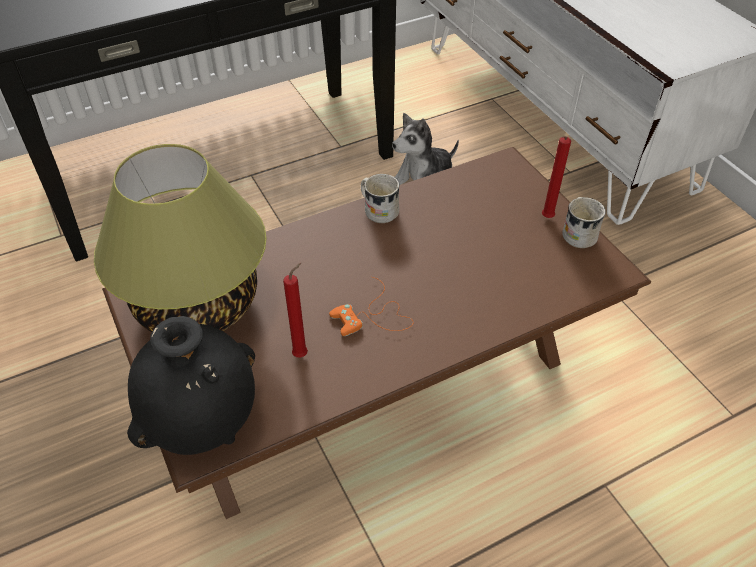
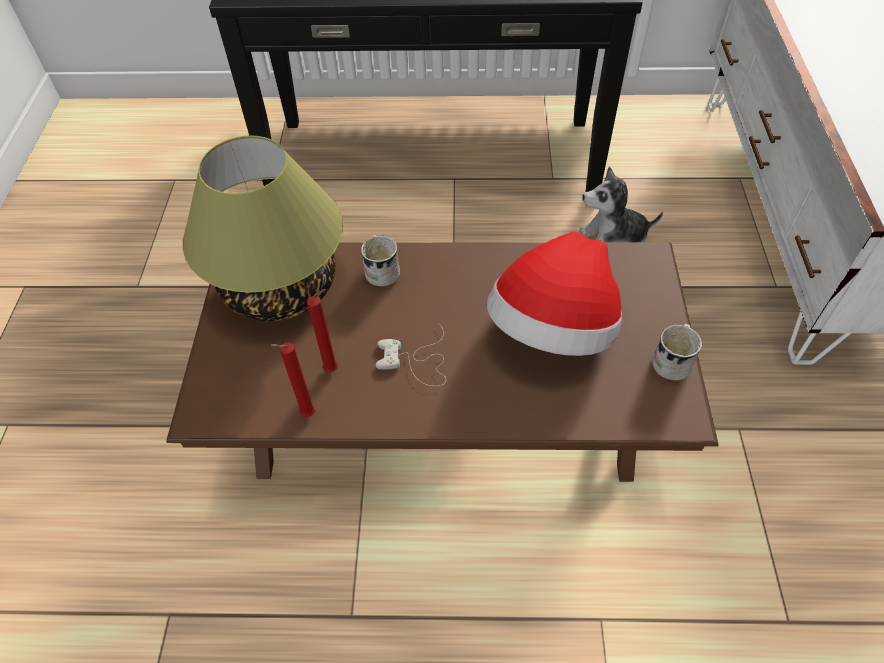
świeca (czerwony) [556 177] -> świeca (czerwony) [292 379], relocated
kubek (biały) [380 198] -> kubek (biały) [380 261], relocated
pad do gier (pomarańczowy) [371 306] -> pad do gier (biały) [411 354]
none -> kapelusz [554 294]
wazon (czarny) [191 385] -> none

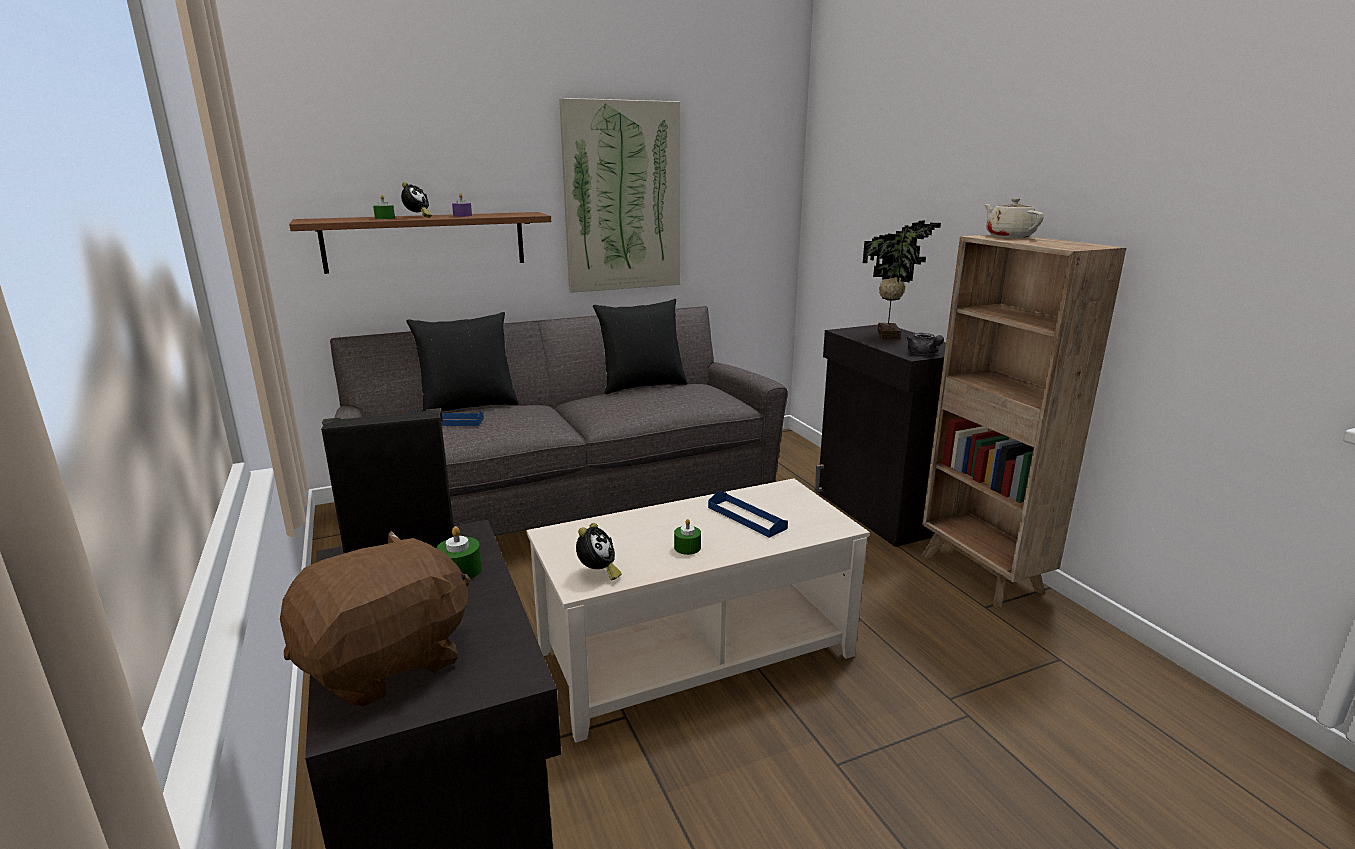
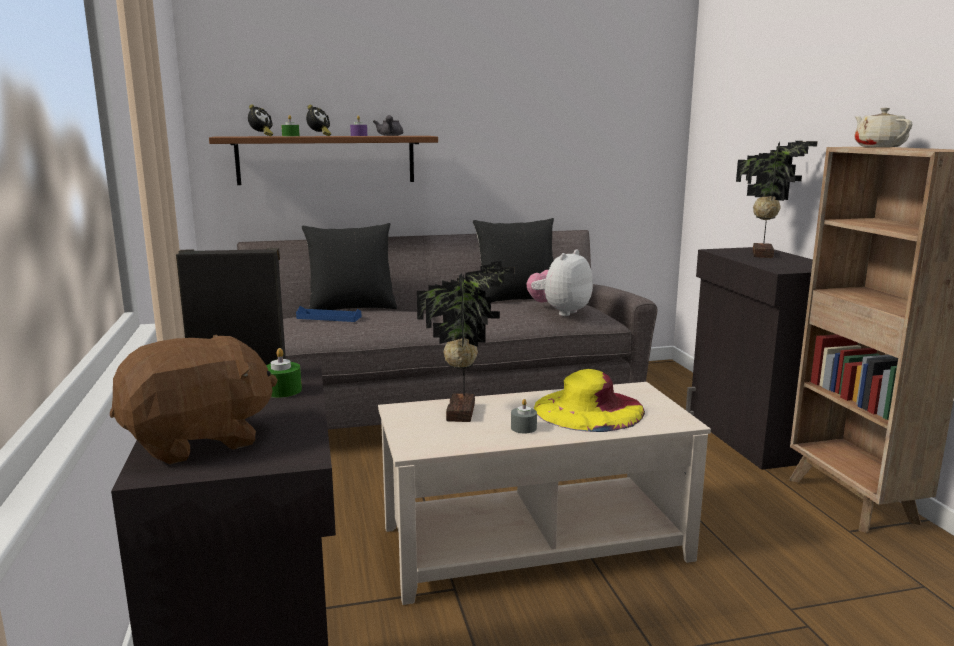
budzik [599 552] -> budzik [260 120], relocated
imbryk (szary) [925 344] -> imbryk (szary) [388 125], relocated
none -> roślina doniczkowa [466 341]
świeca (zielony) [687 537] -> świeca (szary) [524 416]
none -> pluszak [560 283]
taca (niebieski) [748 514] -> kapelusz (żółty) [589 400]
obraz [619 195] -> none

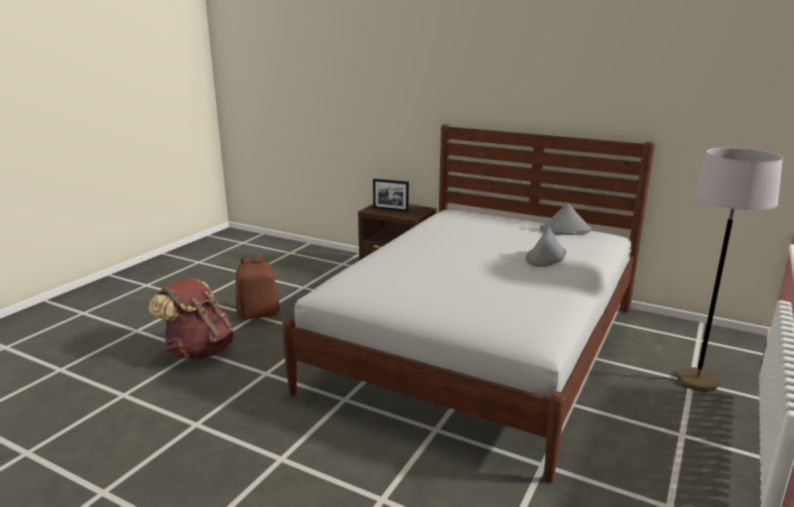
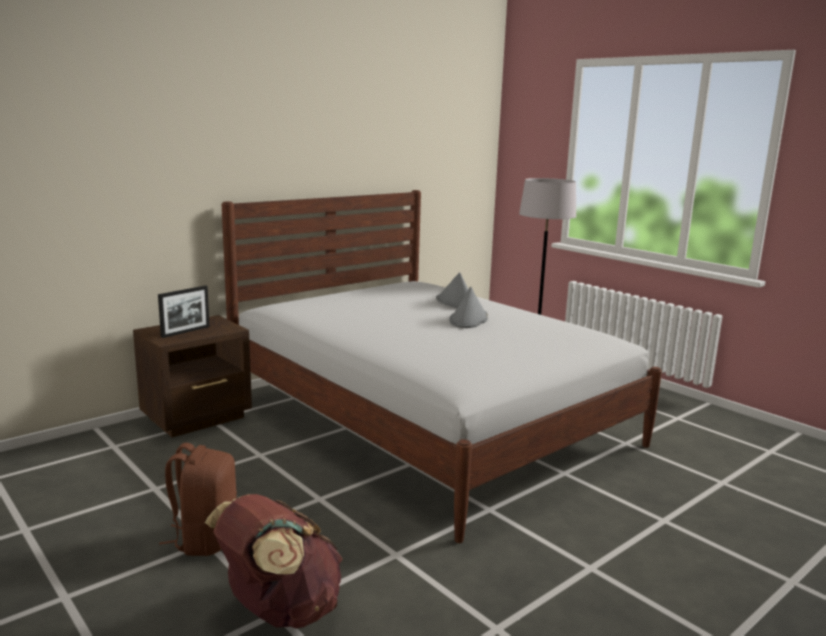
kapelusz (szary) [566 219] -> kapelusz (szary) [468 307], relocated

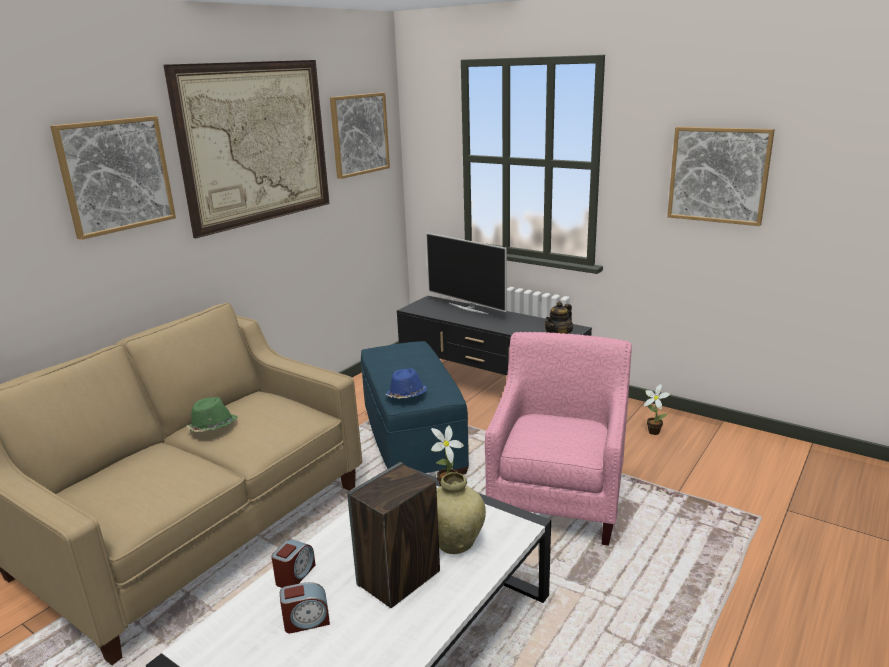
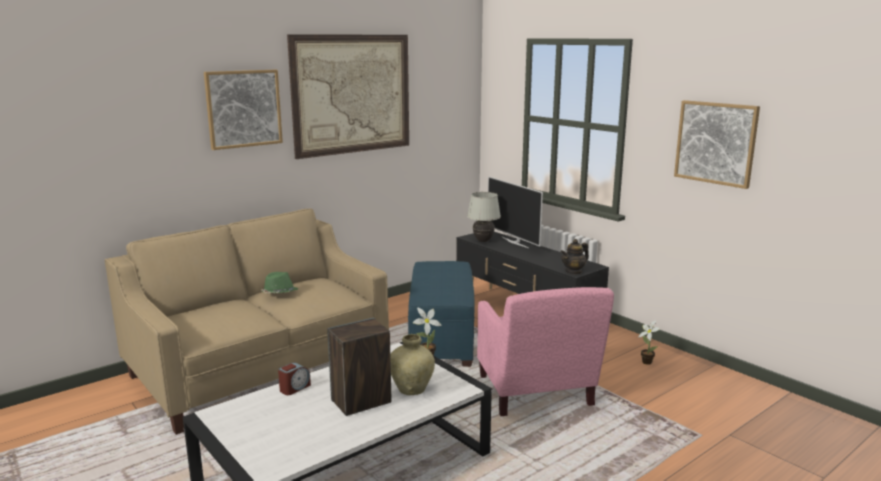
none -> lampa stołowa (biały) [484 217]
fotel (różowy) [558 439] -> fotel (różowy) [545 351], 135 degrees clockwise
budzik [305 607] -> none
obraz [360 136] -> none
kapelusz (niebieski) [406 383] -> none

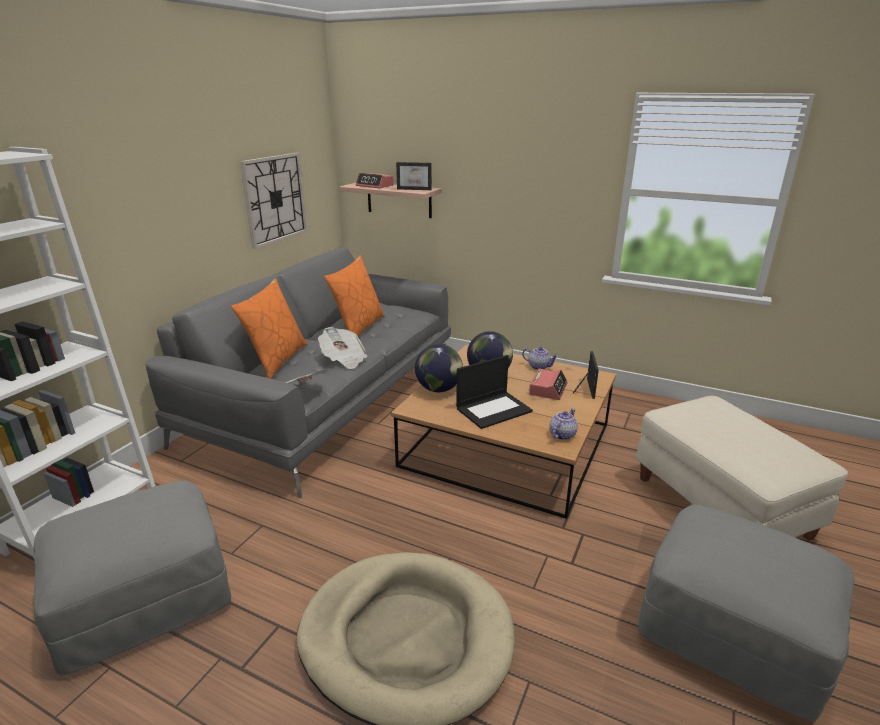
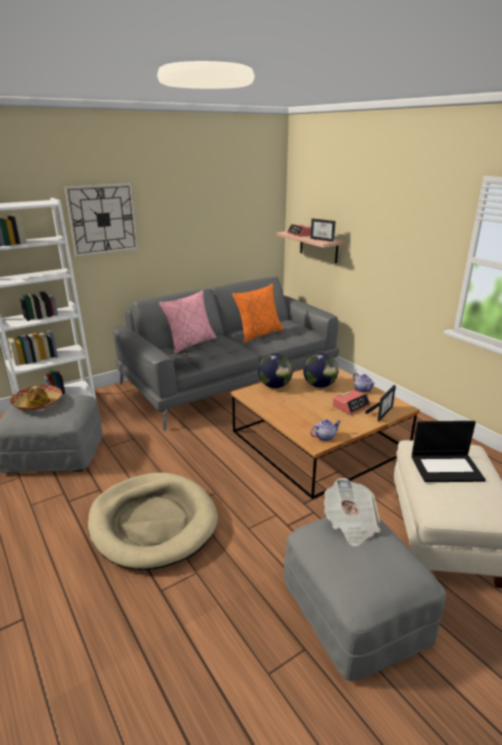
none -> kapelusz [36 398]
zegar ścienny [273 201] -> zegar ścienny [101 220], relocated
poduszka (pomarańczowy) [269 328] -> poduszka (różowy) [188 322]
gazeta [342 348] -> gazeta [352 512], relocated
laptop [494 392] -> laptop [449 451], relocated

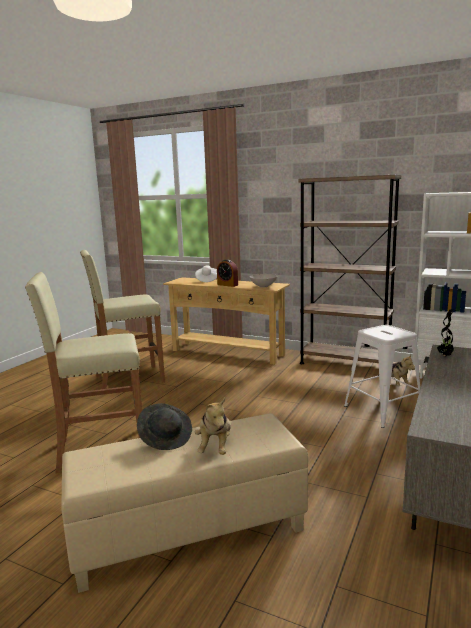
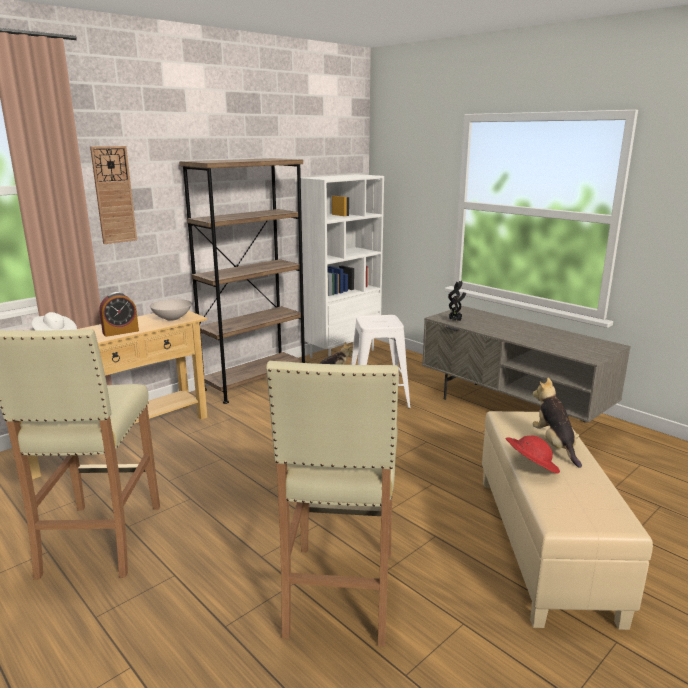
none -> zegar ścienny [113 195]
kapelusz (szary) [164 426] -> kapelusz (czerwony) [533 454]
pluszak [213 426] -> pluszak [557 422], 120 degrees counterclockwise

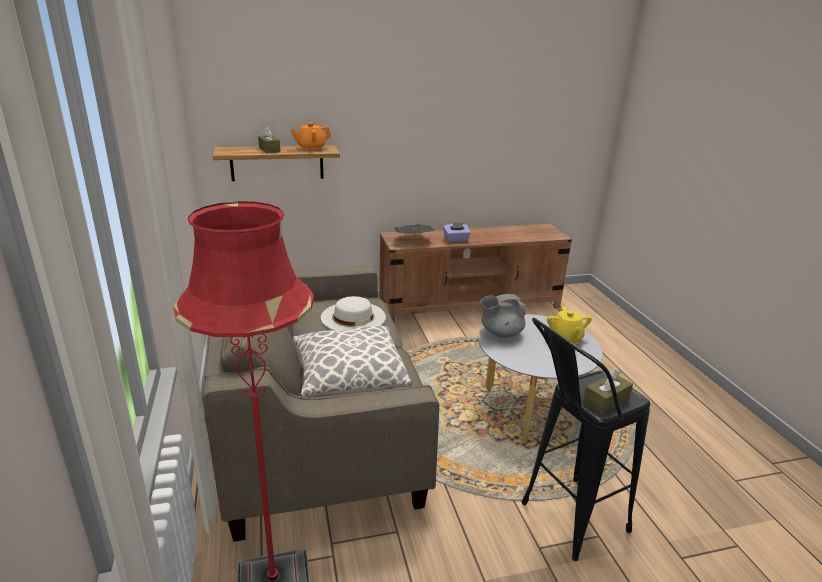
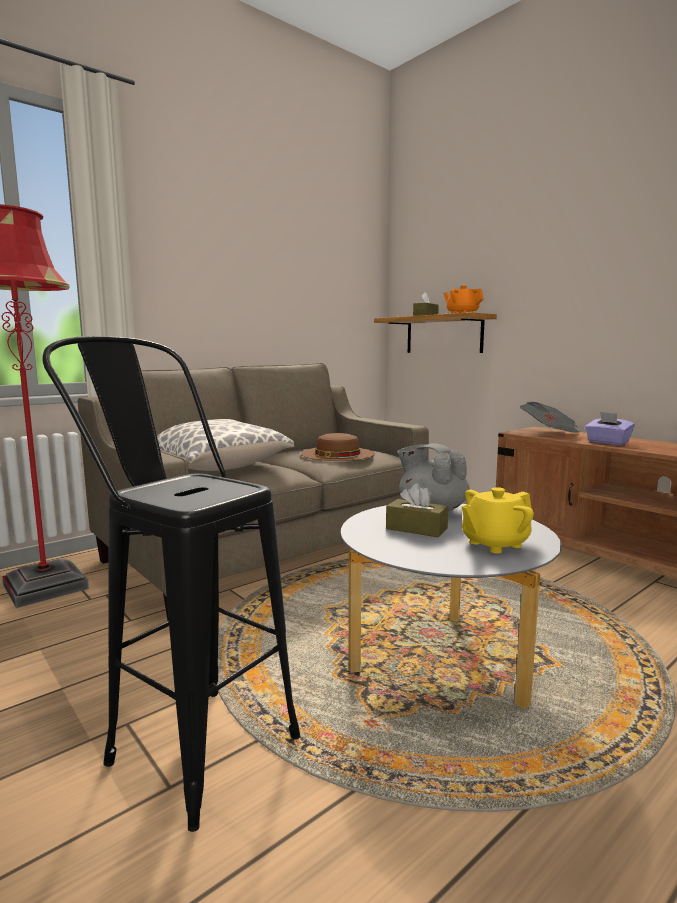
kapelusz (biały) [353 313] -> kapelusz (brązowy) [338 447]
pudełko chusteczek (brązowy) [608 392] -> pudełko chusteczek (brązowy) [417 510], relocated

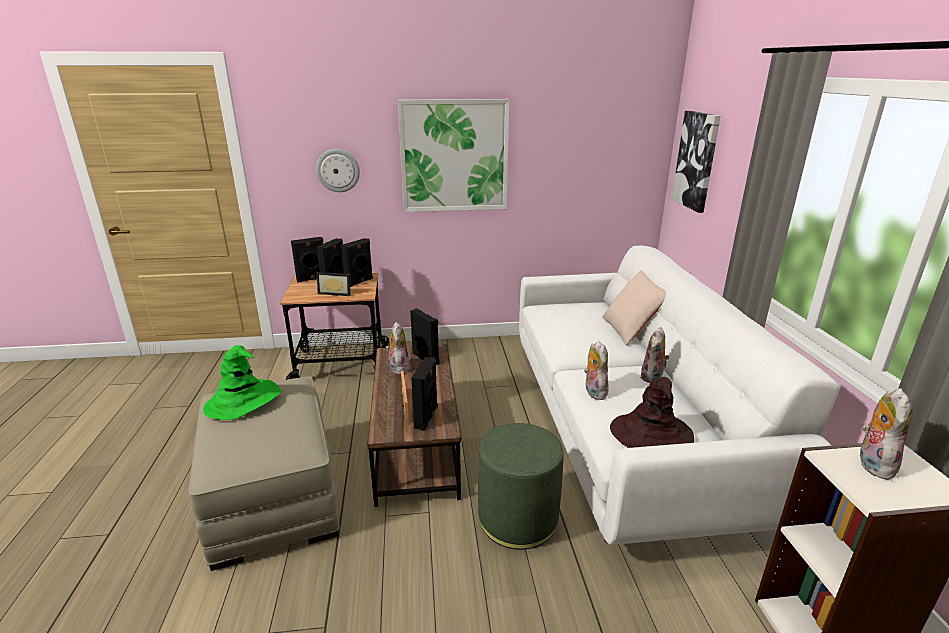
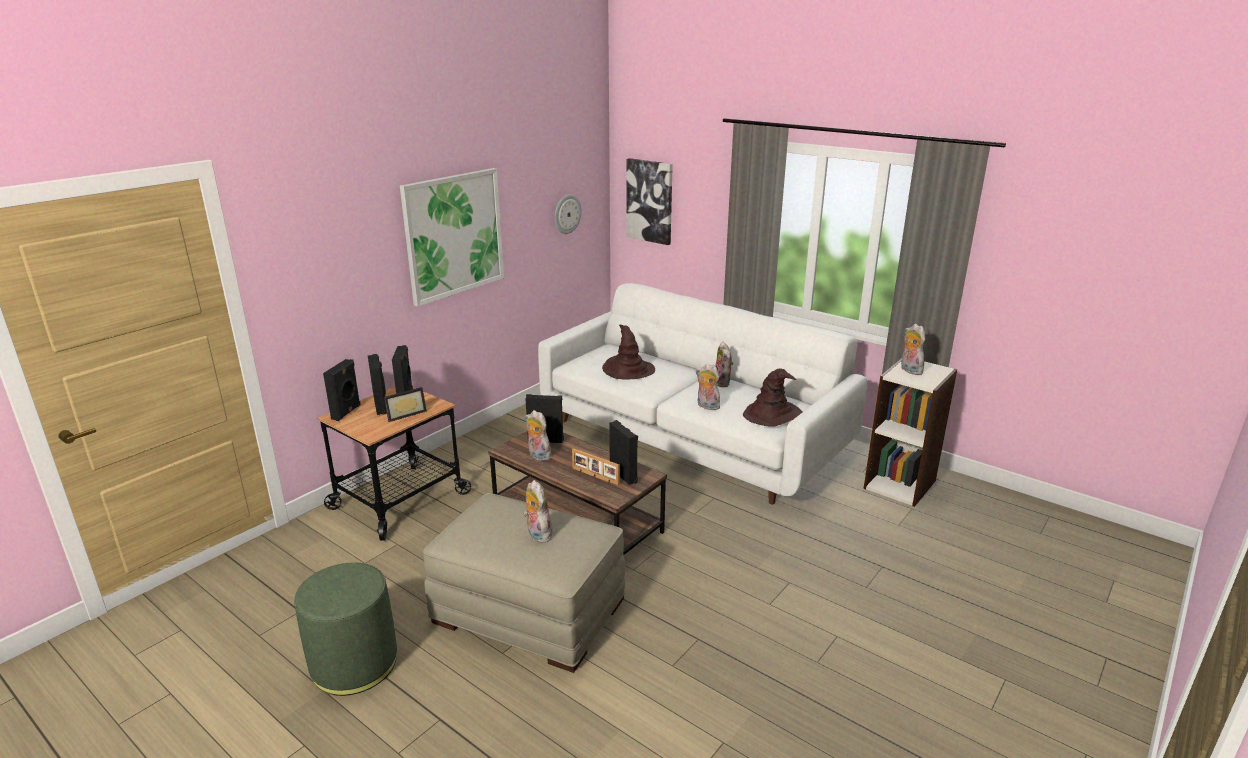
pufa (zielony) [521 486] -> pufa (zielony) [345 629], relocated
none -> pluszak [537 511]
zegar ścienny [338 170] -> zegar ścienny [568 214], relocated
none -> kapelusz (brązowy) [628 352]
kapelusz (zielony) [242 382] -> none
poduszka (beżowy) [634 308] -> none

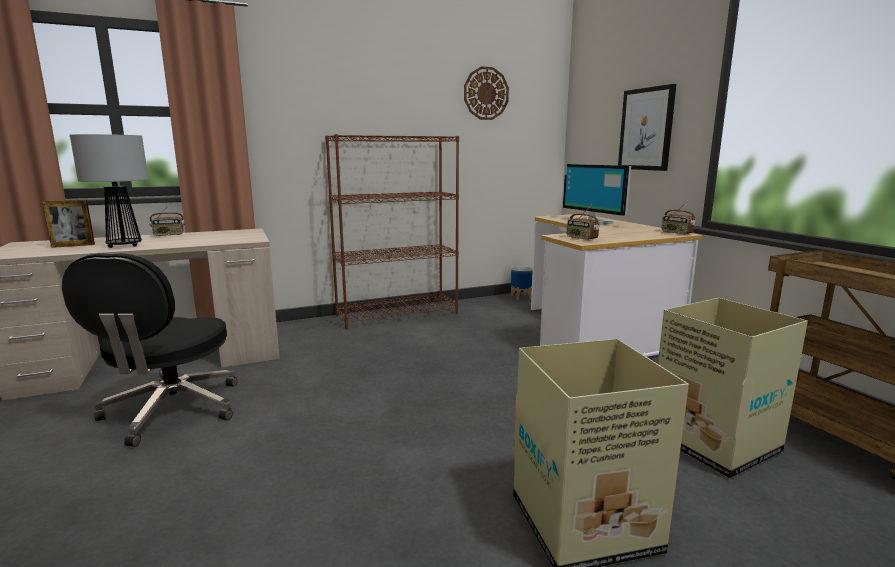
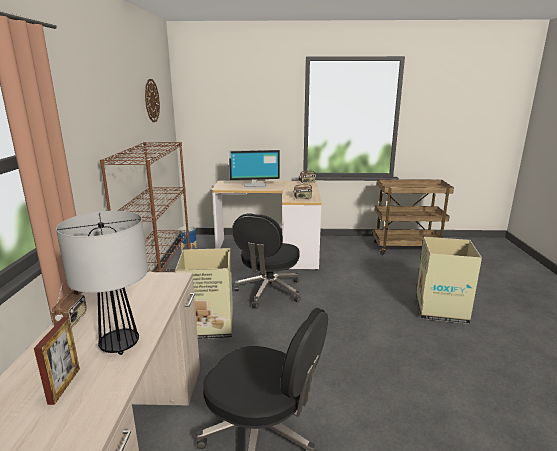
karton [733 388] -> karton [204 293], relocated
none -> krzesło biurowe (czarny) [266 261]
obraz [647 127] -> none

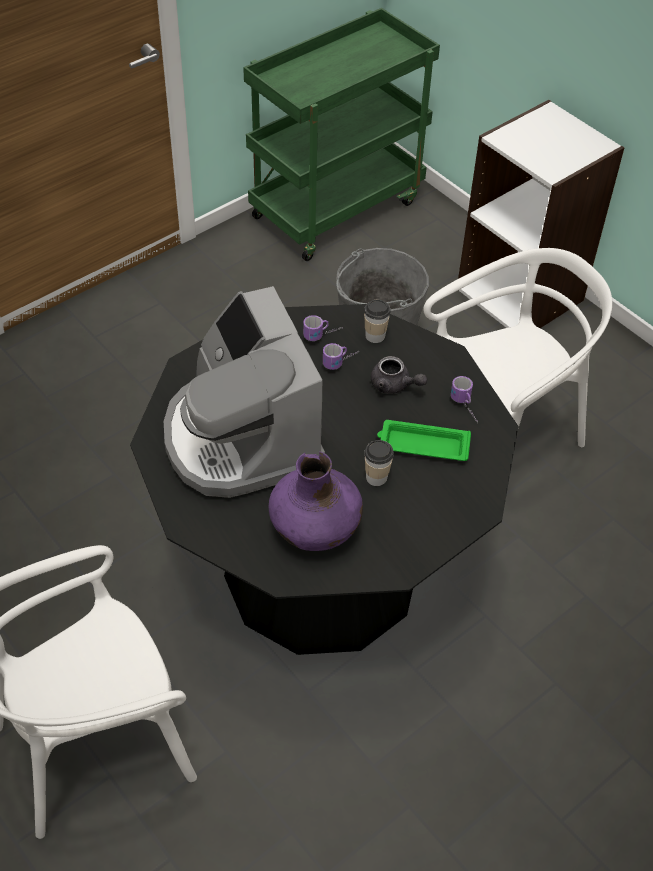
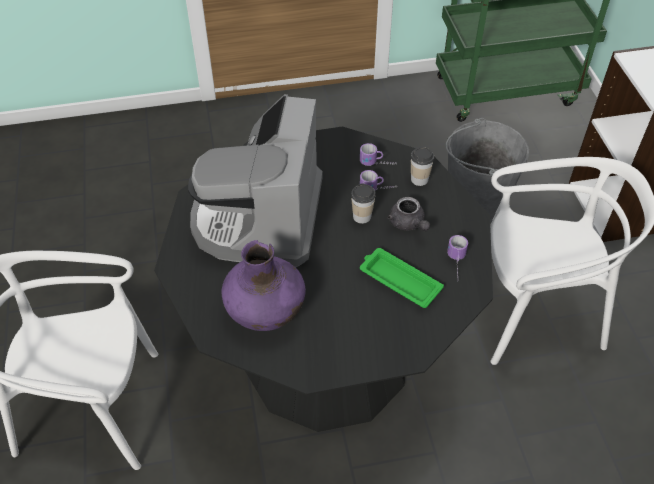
filiżanka [379 463] -> filiżanka [363 203], relocated

